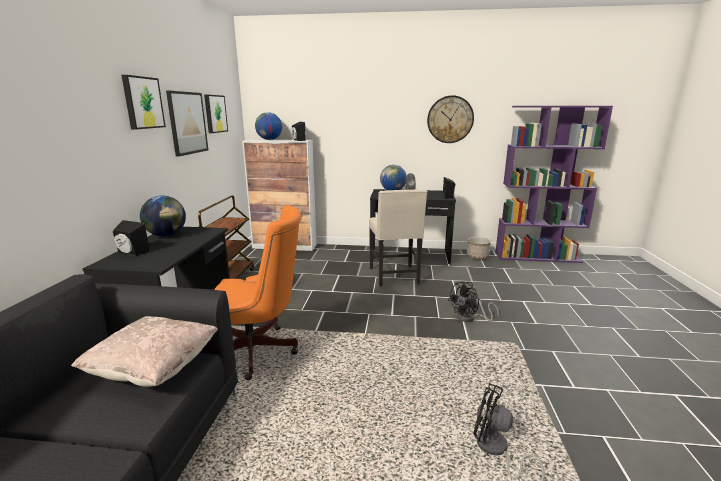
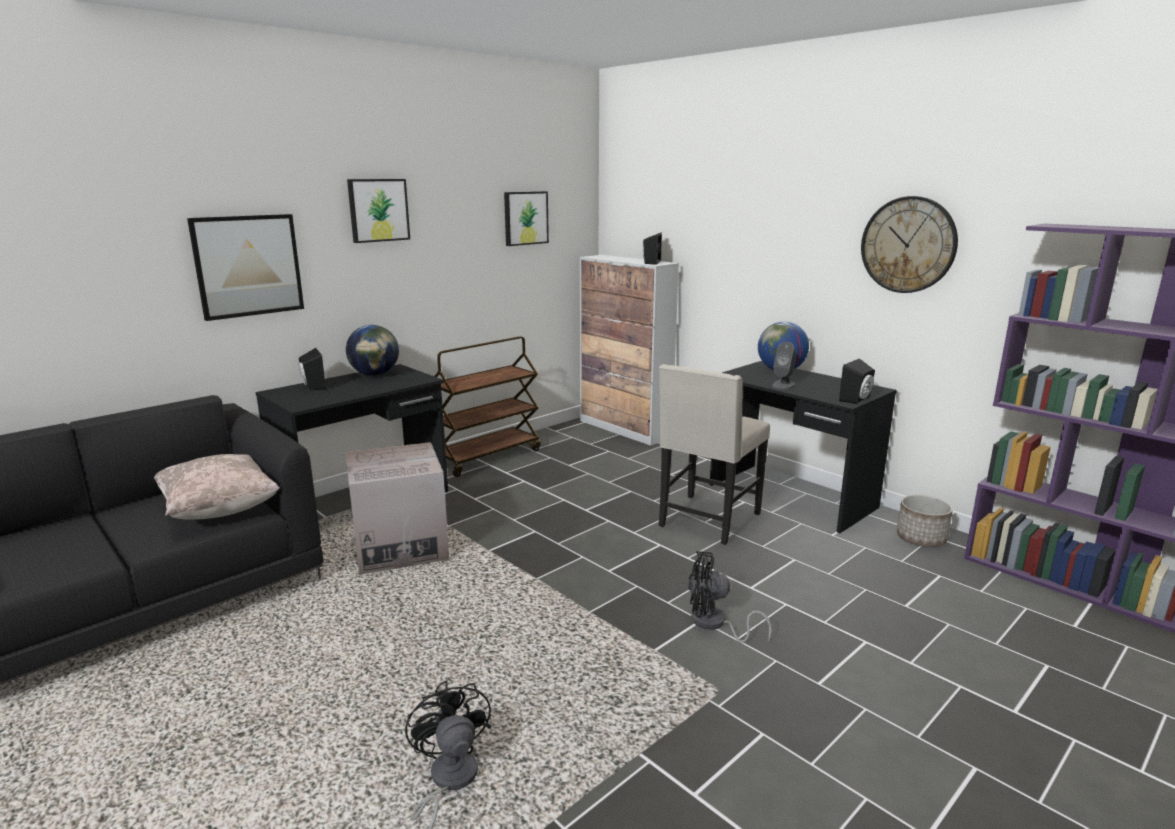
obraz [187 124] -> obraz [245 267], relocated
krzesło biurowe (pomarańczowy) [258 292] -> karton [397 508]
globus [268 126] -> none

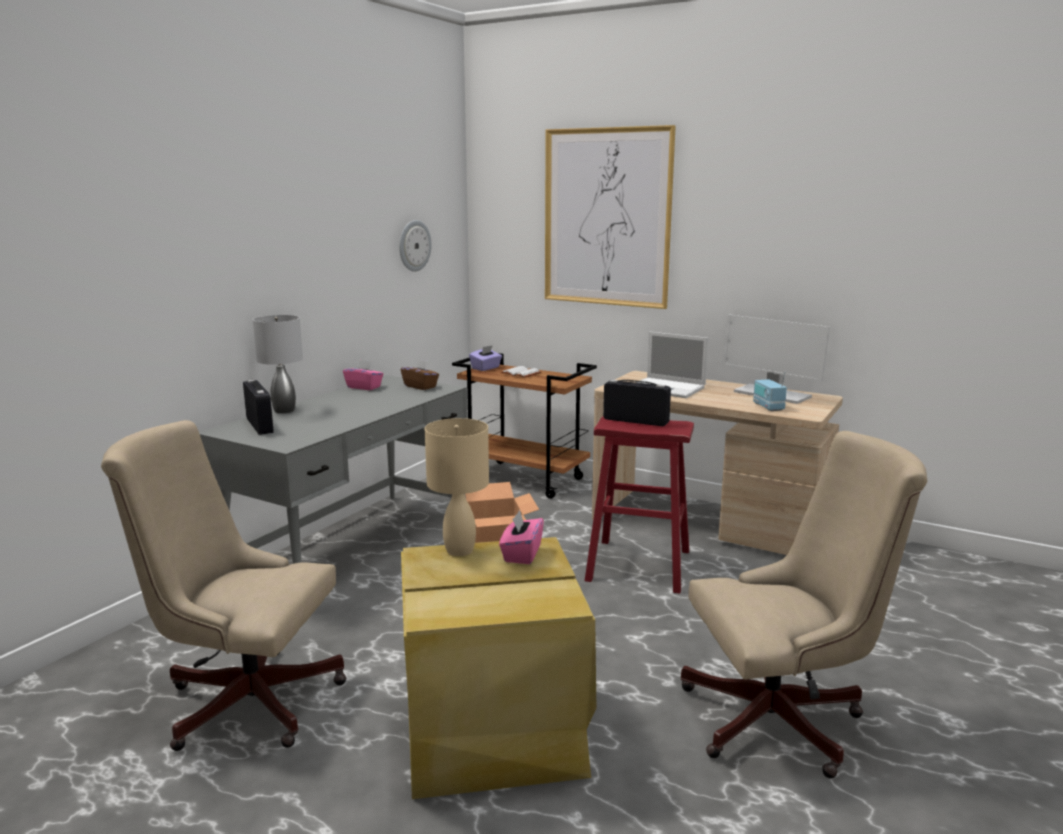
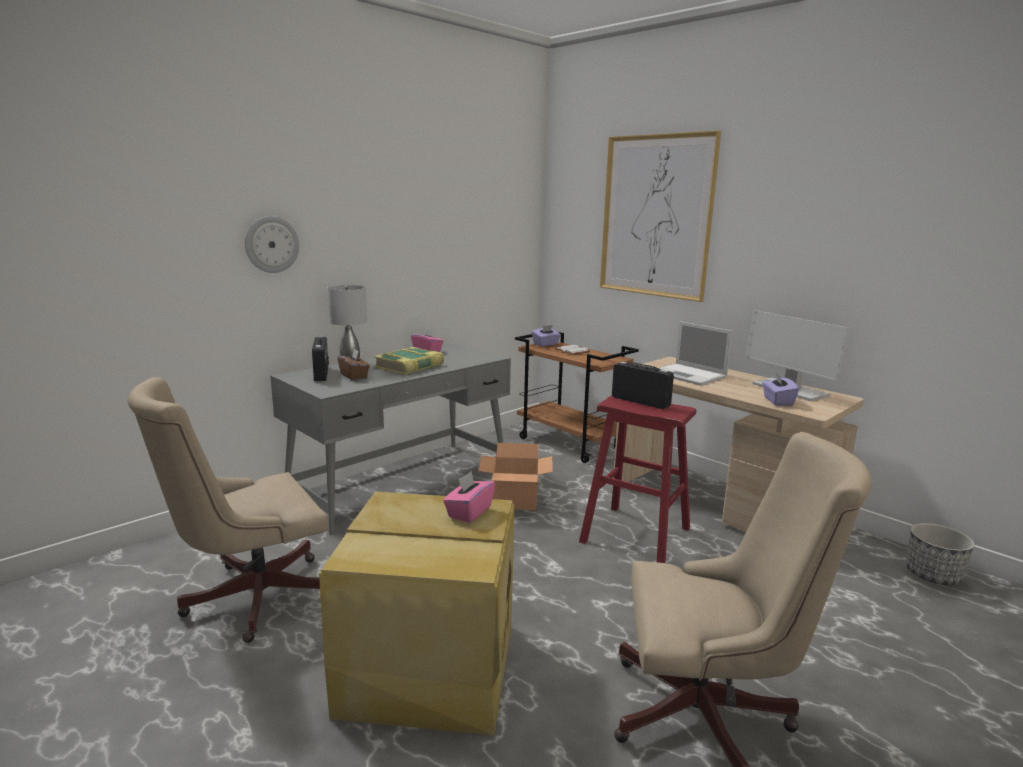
krzesło biurowe (beżowy) [224 585] -> krzesło biurowe (beżowy) [227 510], 60 degrees counterclockwise
zegar ścienny [415 246] -> zegar ścienny [272 244], relocated
pudełko chusteczek (brązowy) [420 374] -> pudełko chusteczek (brązowy) [353 364], relocated
none -> książka [409 361]
radio [770 391] -> pudełko chusteczek (fioletowy) [780 389]
none -> donica [940 554]
lampa stołowa (beżowy) [457 487] -> none

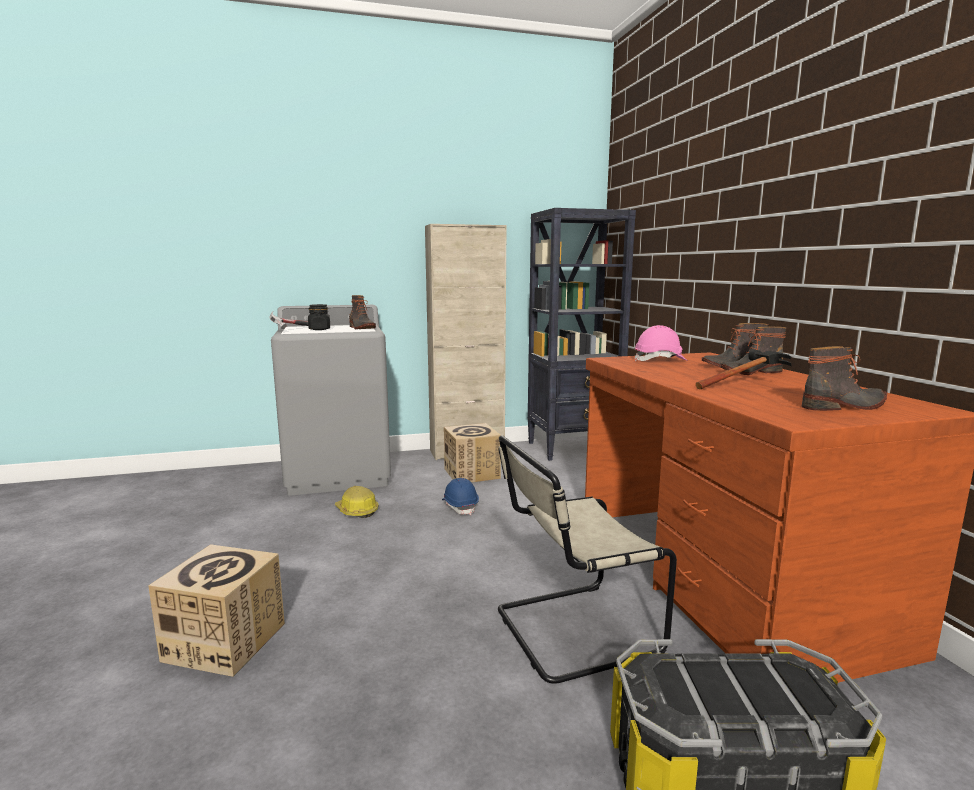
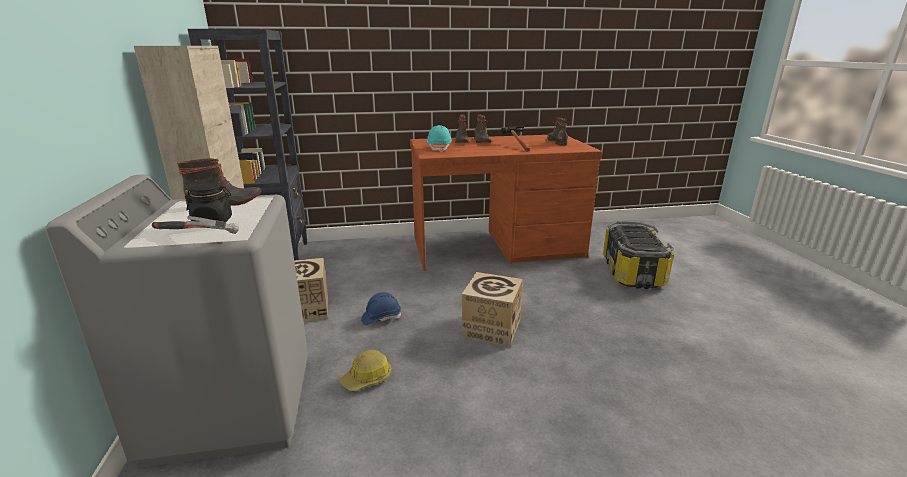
kask (różowy) [660 343] -> kask (turkusowy) [439 138]
karton [216 610] -> karton [492 309], relocated
krzesło (beżowy) [587 559] -> none

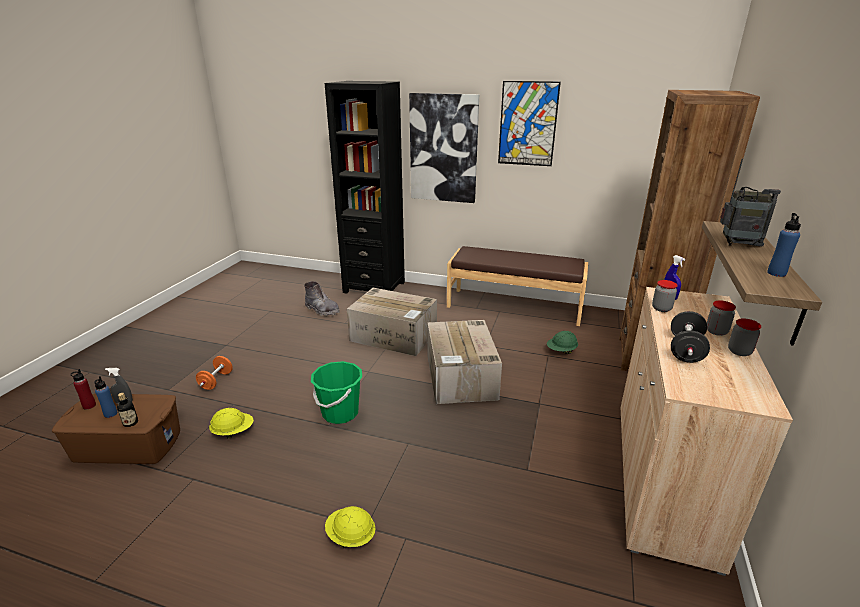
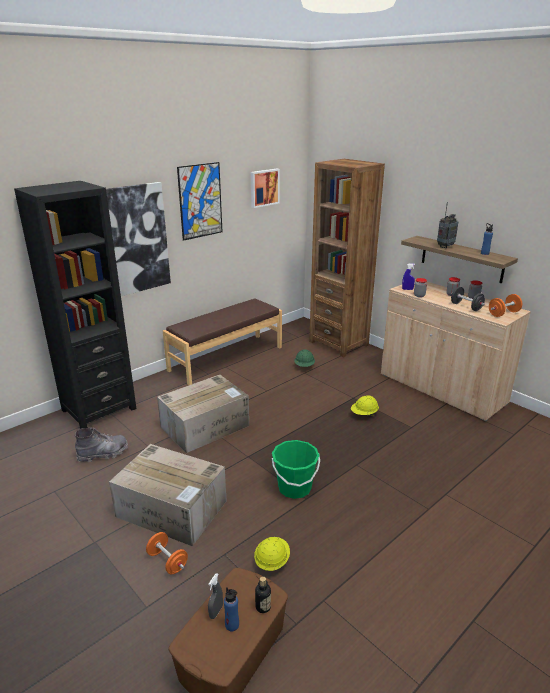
karton [464 362] -> karton [168 495], relocated
none -> obraz [265 188]
kask (żółty) [350 527] -> kask (żółty) [365 406], relocated
none -> hantel (pomarańczowy) [505 305]
butelka (czerwony) [83 389] -> none

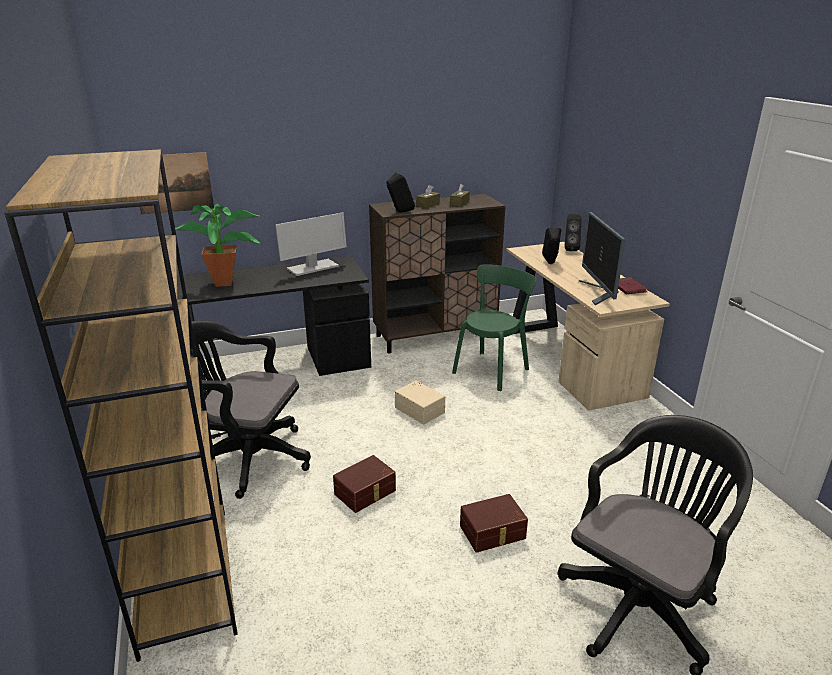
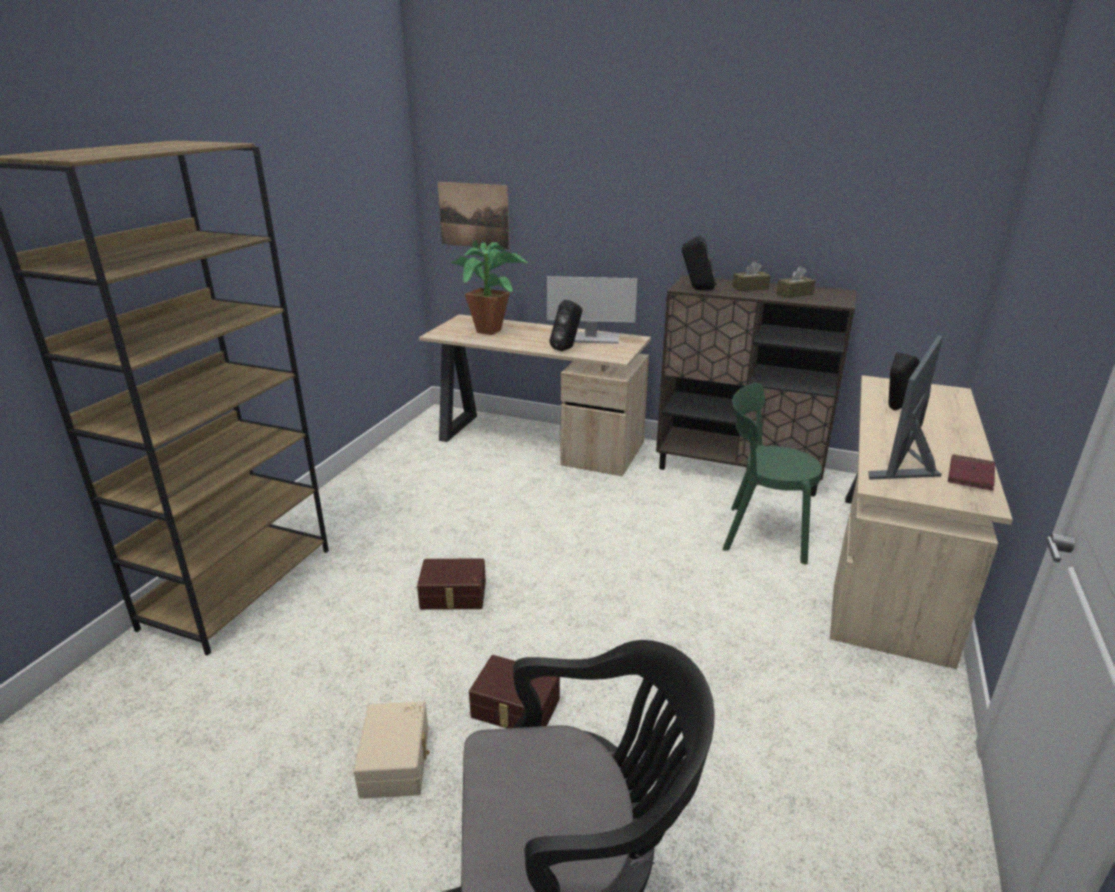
pojemnik do przechowywania (beżowy) [420 402] -> pojemnik do przechowywania (beżowy) [392 750], relocated
biurko (czarny) [274 316] -> biurko (beżowy) [535 395]
głośnik (czarny) [573 232] -> głośnik (czarny) [565 325], relocated
krzesło (zielony) [494 327] -> krzesło (zielony) [772 474], 150 degrees counterclockwise
krzesło biurowe (czarny) [250 410] -> none

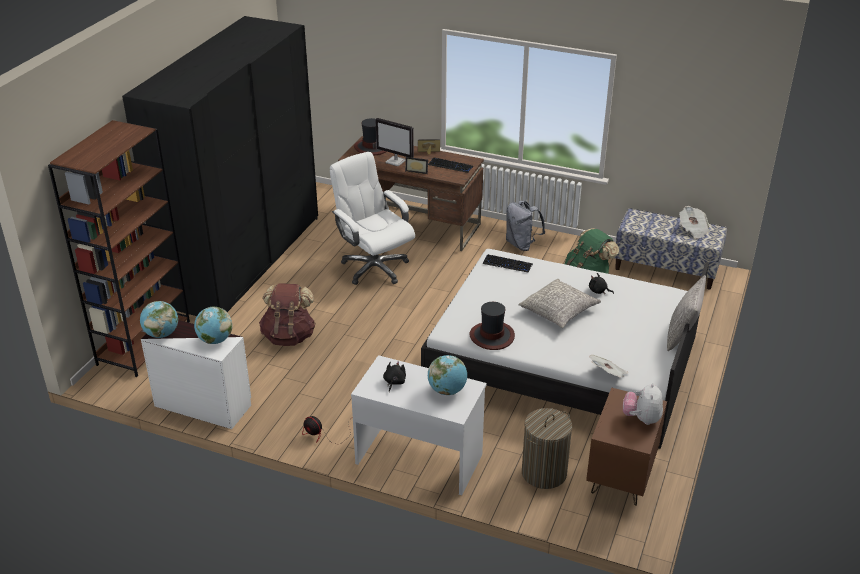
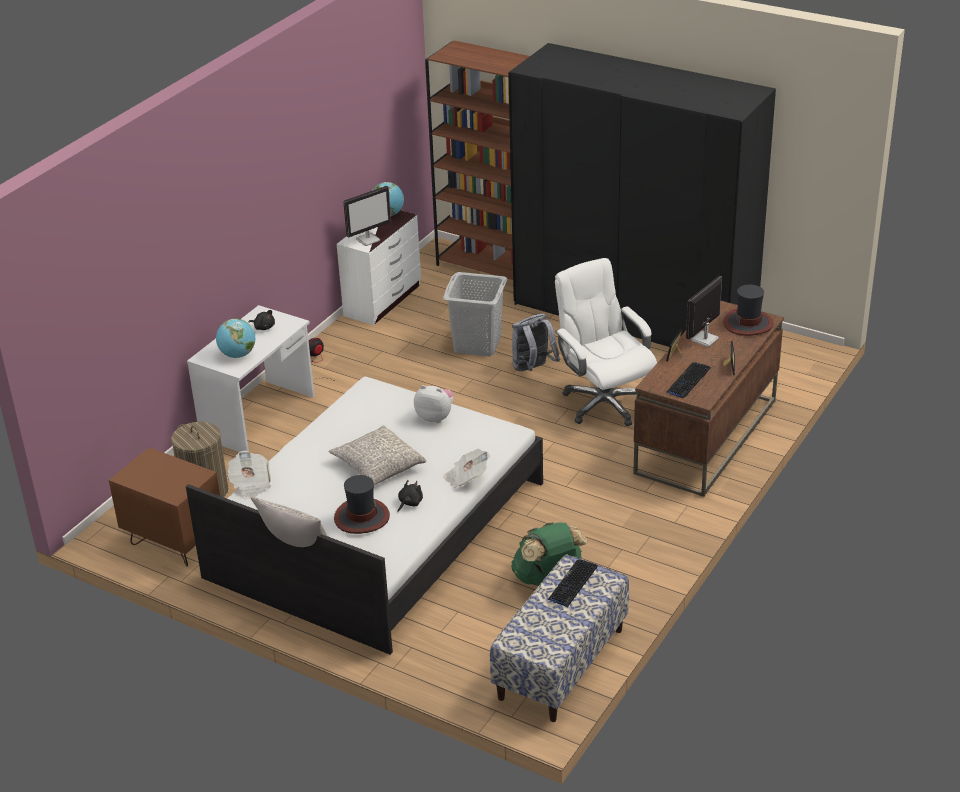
kapelusz [492 326] -> kapelusz [362 504], relocated
globus [213 325] -> monitor [367 216]
pluszak [643 404] -> pluszak [433 404], relocated
plecak (brązowy) [287 314] -> kosz na pranie (szary) [475 314]
gazeta [694 222] -> gazeta [466 468], relocated
plecak (szary) [525 225] -> plecak (szary) [536 342], relocated
klawiatura [508 263] -> klawiatura [573 583], relocated
krzesło biurowe (biały) [372 218] -> krzesło biurowe (biały) [606 342], 90 degrees counterclockwise

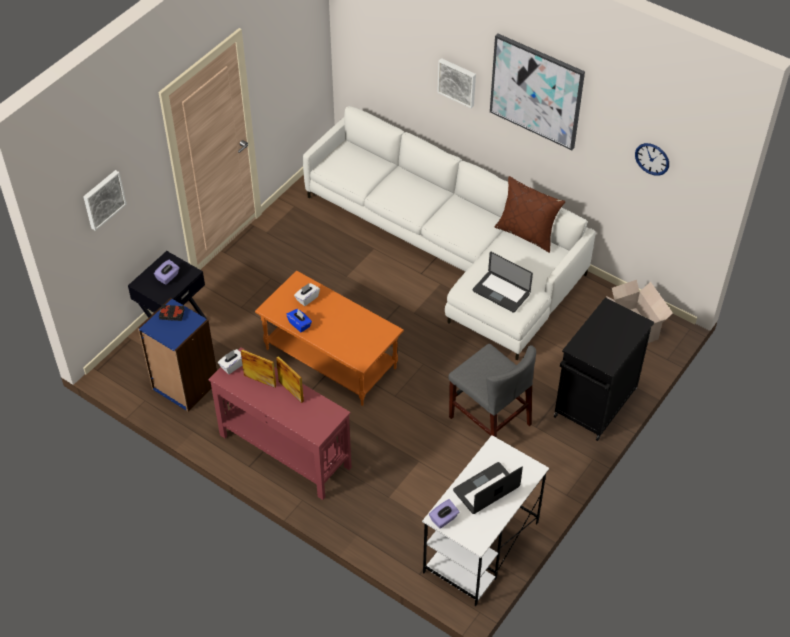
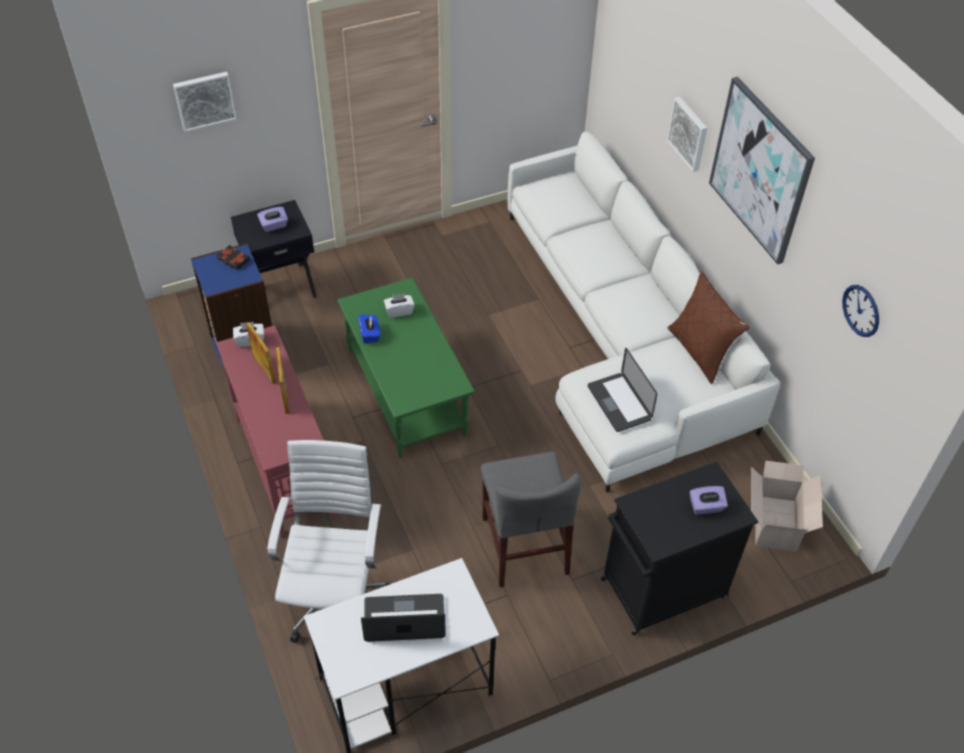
none -> krzesło biurowe (biały) [328 541]
ława (pomarańczowy) [329 338] -> ława (zielony) [406 368]
pudełko chusteczek (fioletowy) [444 514] -> pudełko chusteczek (fioletowy) [708 500], relocated

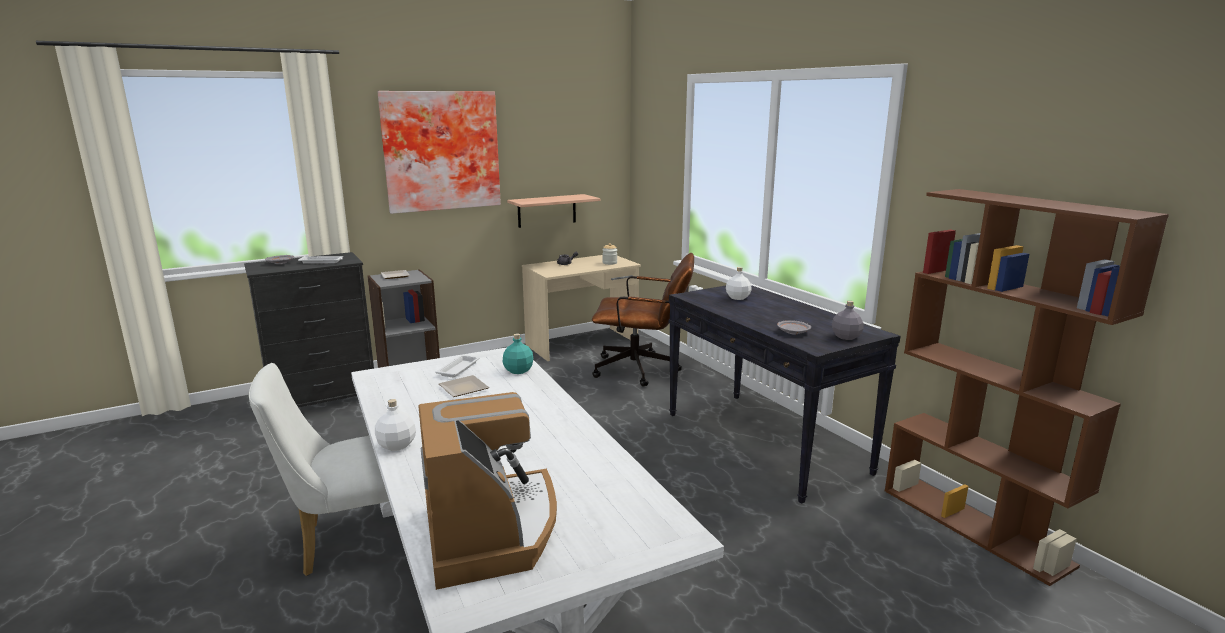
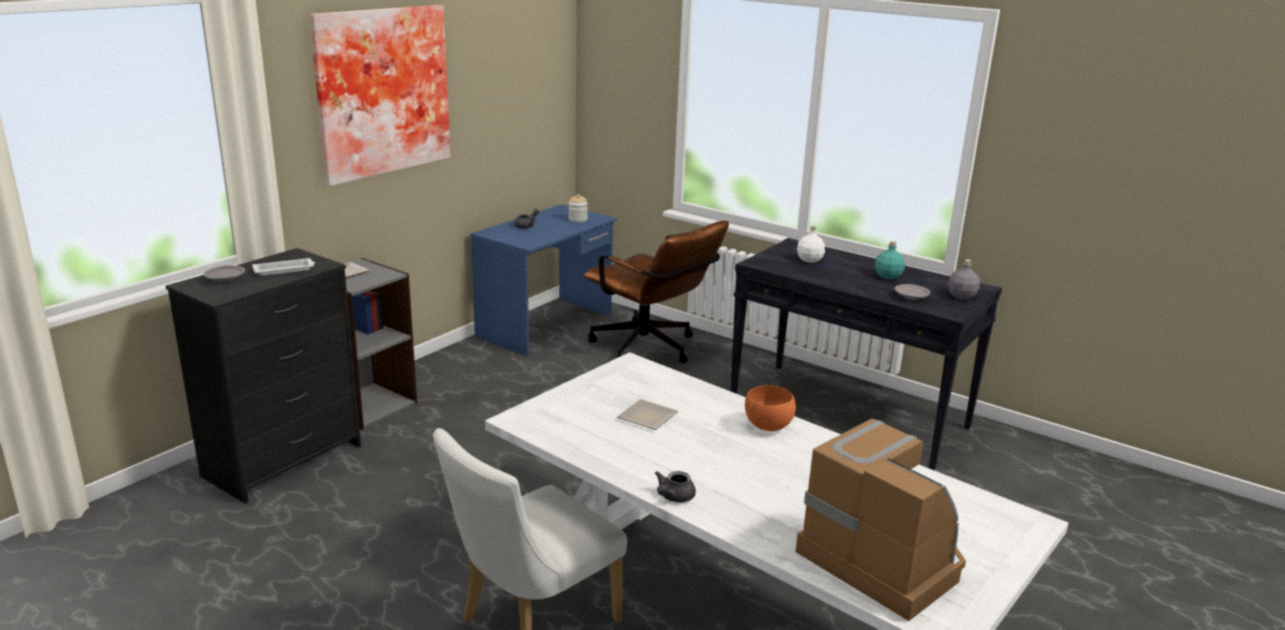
biurko (beżowy) [581 308] -> biurko (niebieski) [544 280]
krzesło biurowe (brązowy) [643 320] -> krzesło biurowe (brązowy) [656 292], 60 degrees clockwise
butelka (biały) [395 425] -> imbryk (szary) [675 486]
none -> miska (pomarańczowy) [770 408]
butelka (turkusowy) [518 353] -> butelka (turkusowy) [890 260], relocated
taca (biały) [457 366] -> none
półka [553 211] -> none
regał (brązowy) [1027 387] -> none

